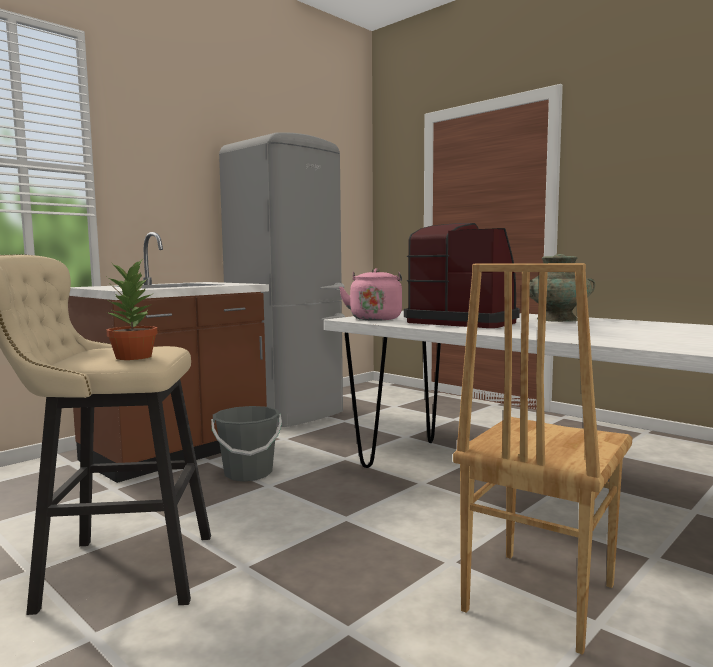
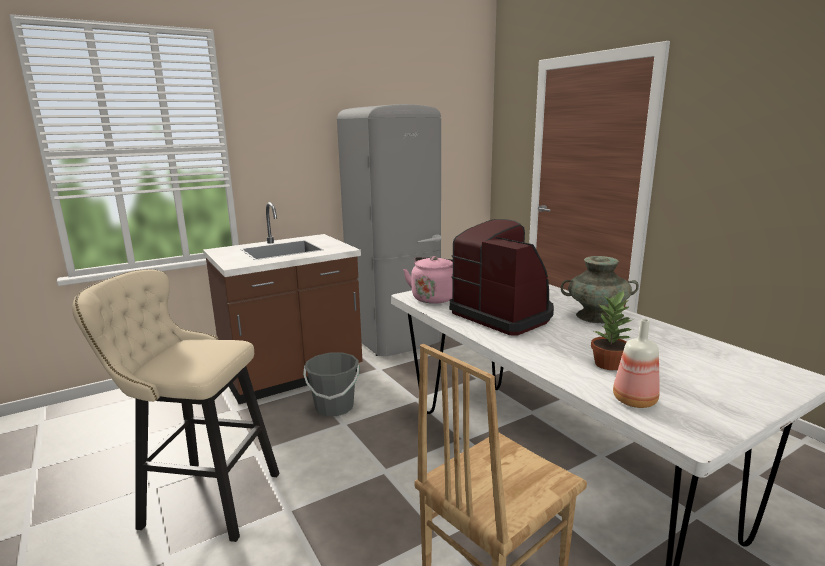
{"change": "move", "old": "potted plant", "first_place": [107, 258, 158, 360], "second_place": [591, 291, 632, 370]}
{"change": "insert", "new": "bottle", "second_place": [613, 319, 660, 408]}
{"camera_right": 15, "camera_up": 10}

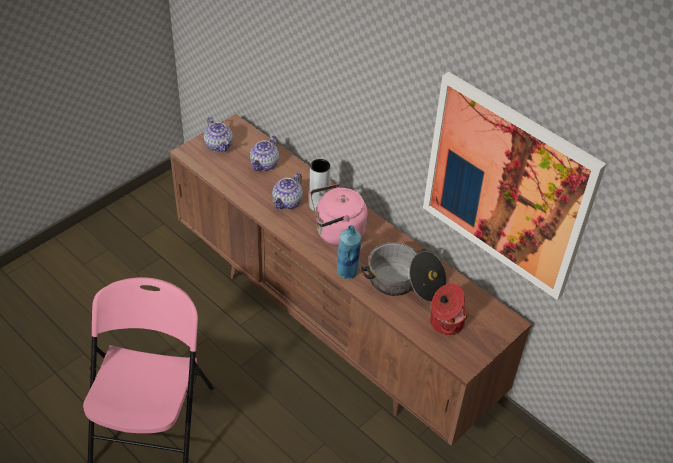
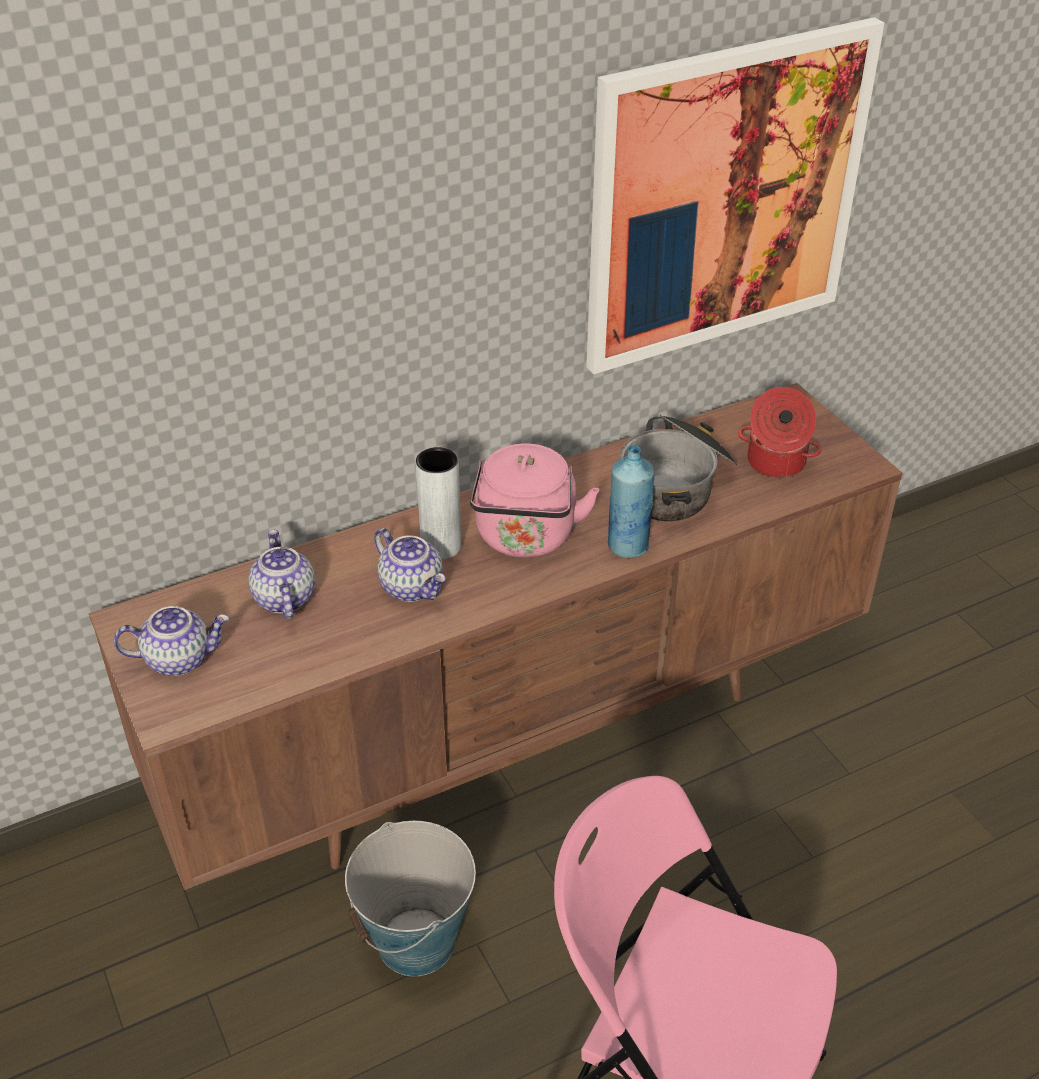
{"change": "rotate", "old": "teapot", "first_place": [250, 135, 279, 171], "second_place": [249, 529, 315, 620], "degrees": -150}
{"change": "insert", "new": "bucket", "second_place": [345, 821, 476, 976]}
{"camera_right": -70, "camera_up": -5}

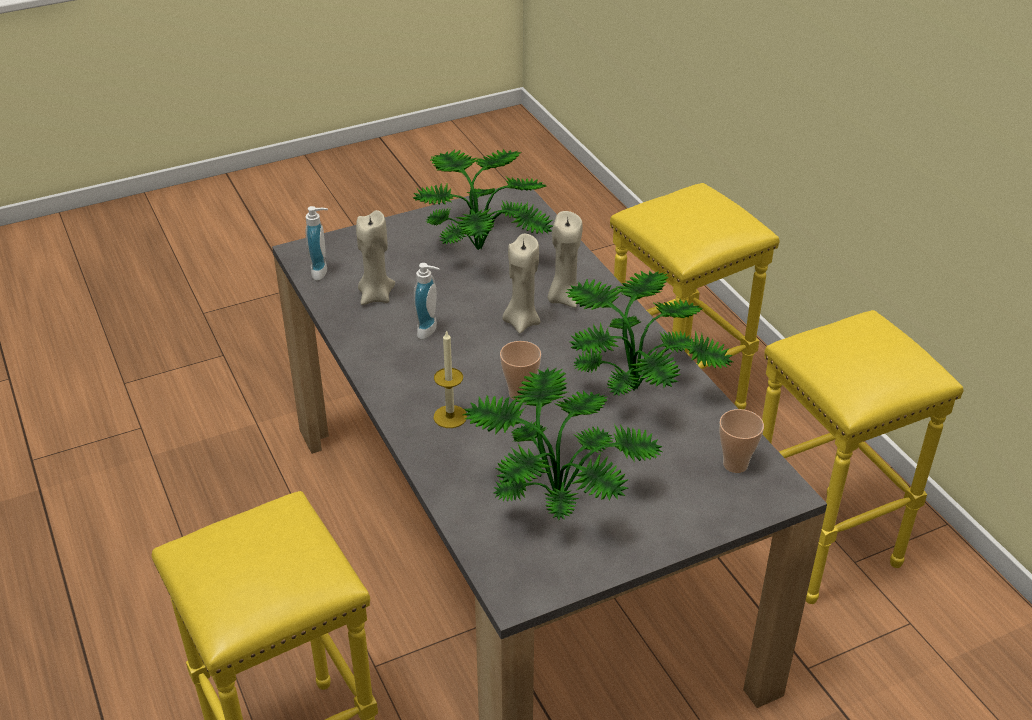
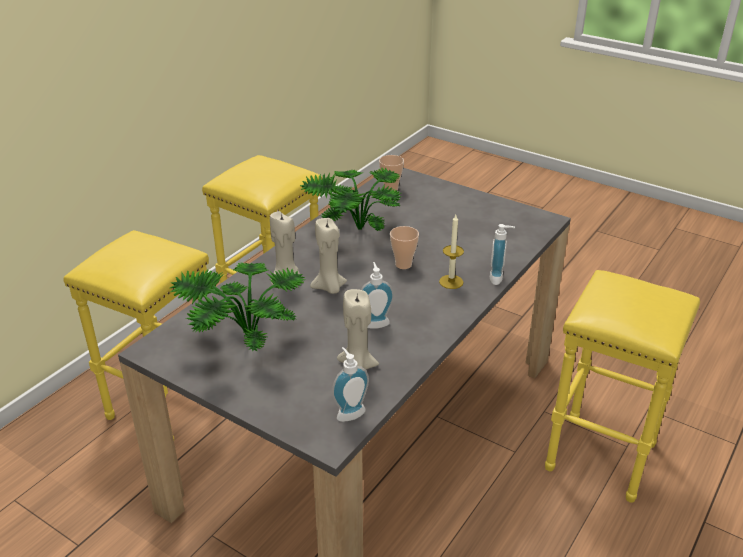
{"change": "insert", "new": "soap dispenser", "second_place": [490, 224, 515, 285]}
{"change": "delete", "old": "potted plant", "first_place": [463, 368, 663, 521]}
{"camera_right": -120, "camera_up": -5}

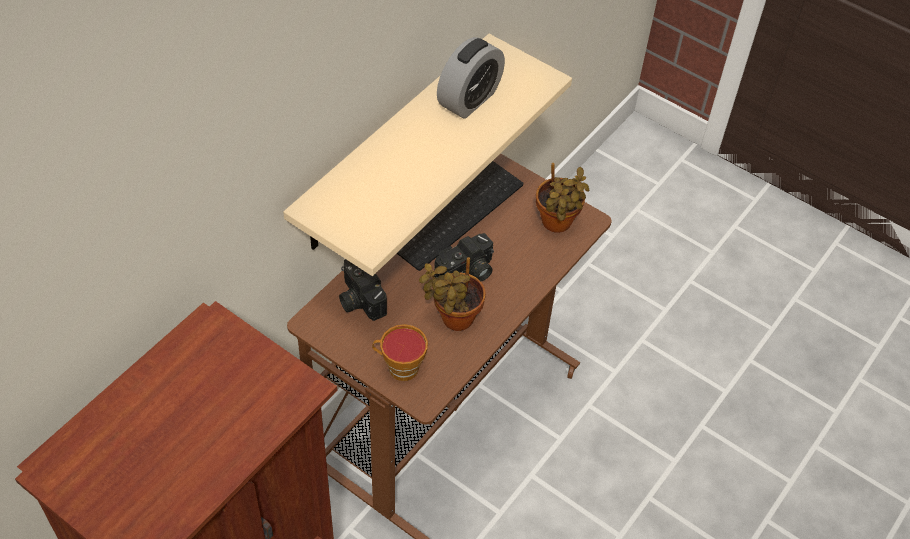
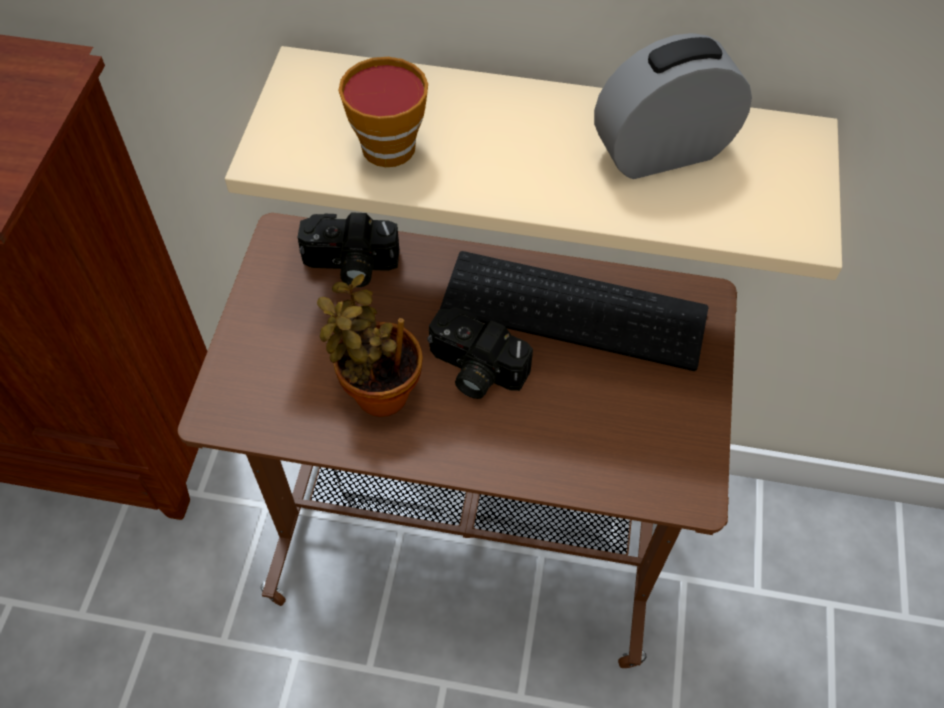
{"change": "rotate", "old": "photo camera", "first_place": [339, 259, 387, 321], "second_place": [297, 212, 399, 287], "degrees": -120}
{"change": "move", "old": "cup", "first_place": [372, 324, 428, 381], "second_place": [339, 57, 428, 167]}
{"change": "rotate", "old": "alarm clock", "first_place": [437, 37, 505, 118], "second_place": [594, 33, 752, 179], "degrees": 150}
{"change": "delete", "old": "potted plant", "first_place": [536, 163, 589, 233]}
{"camera_right": 65, "camera_up": 5}

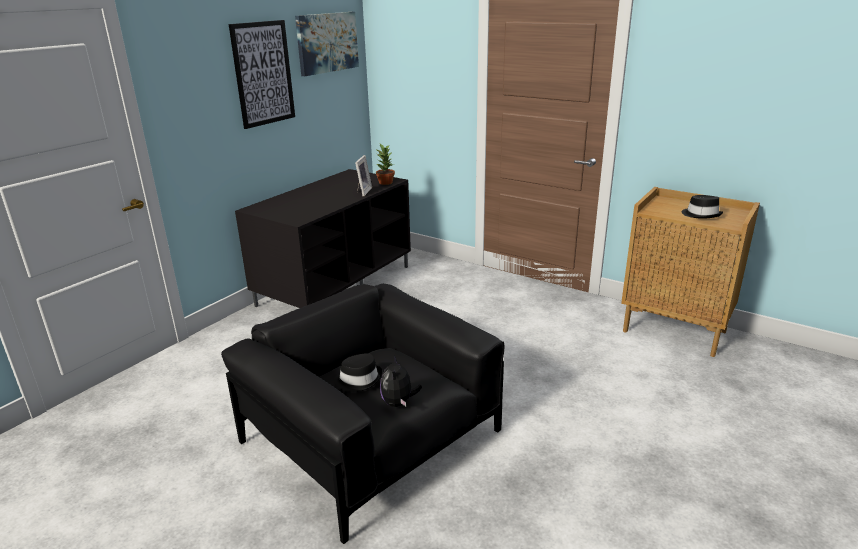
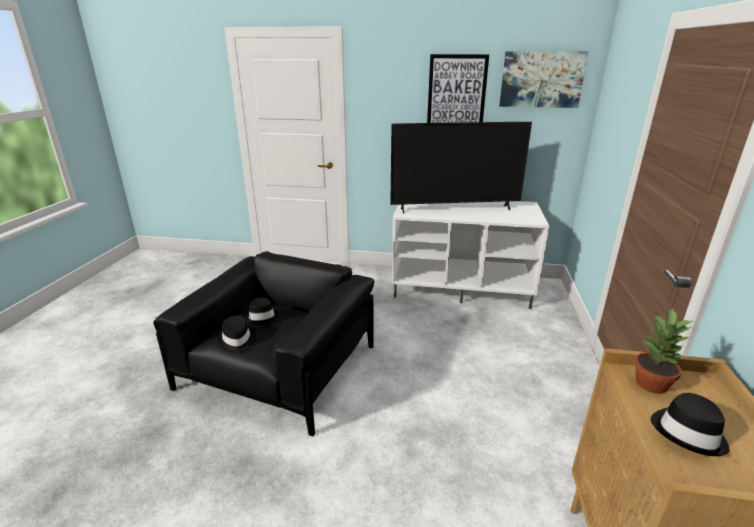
{"change": "replace", "old": "plush toy", "new": "black hat", "first_place": [380, 355, 422, 407], "second_place": [218, 316, 255, 353]}
{"change": "insert", "new": "television", "second_place": [390, 122, 532, 214]}
{"change": "recolor", "old": "black tv stand", "new": "white tv stand", "first_place": [235, 169, 411, 308], "second_place": [392, 201, 549, 309]}
{"change": "move", "old": "potted plant", "first_place": [376, 144, 395, 185], "second_place": [634, 308, 692, 394]}
{"change": "delete", "old": "picture frame", "first_place": [355, 155, 372, 196]}
{"camera_right": 65, "camera_up": 0}

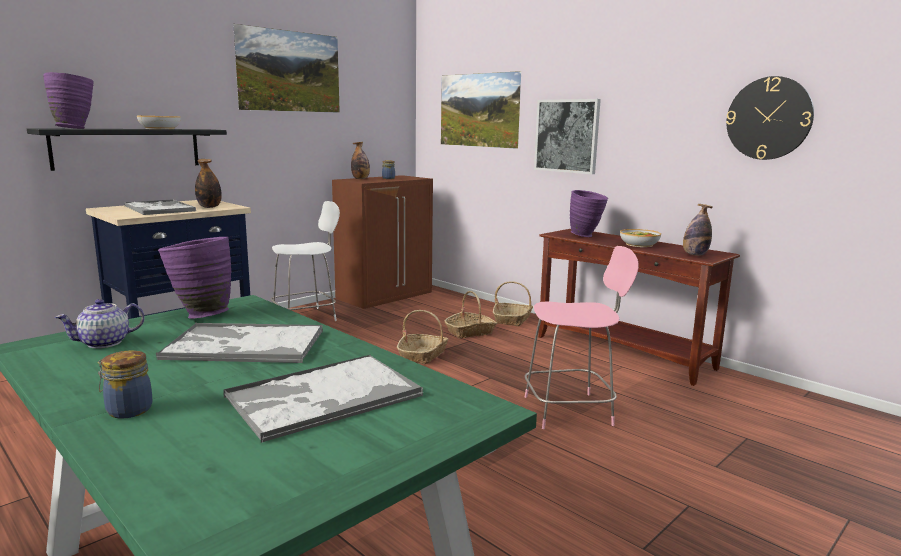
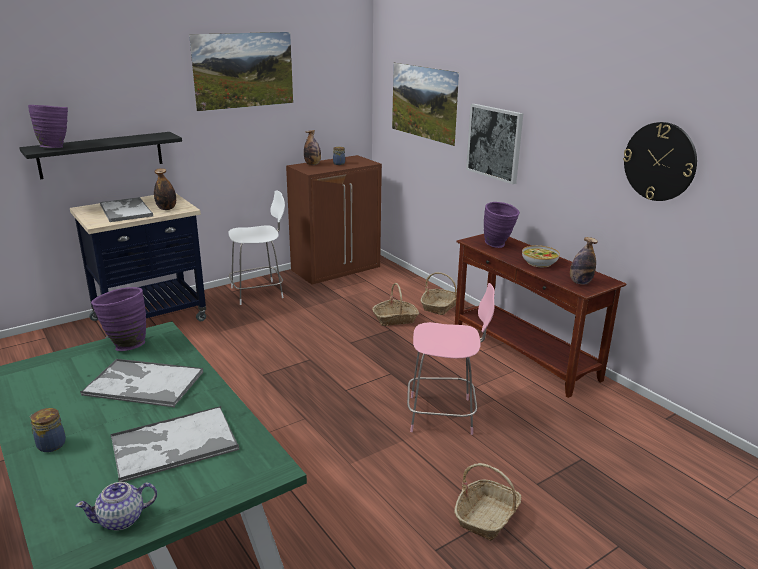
{"change": "move", "old": "teapot", "first_place": [55, 299, 145, 349], "second_place": [76, 482, 157, 531]}
{"change": "move", "old": "basket", "first_place": [397, 310, 449, 364], "second_place": [454, 463, 521, 541]}
{"change": "delete", "old": "bowl", "first_place": [137, 116, 181, 129]}
{"camera_right": 10, "camera_up": 10}

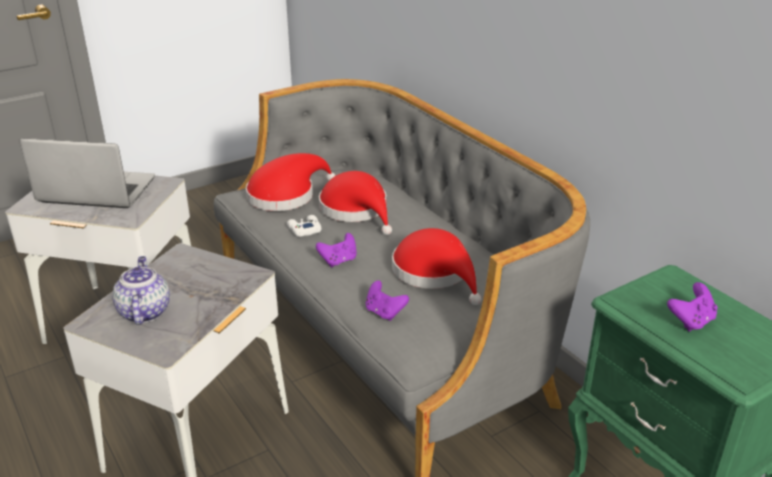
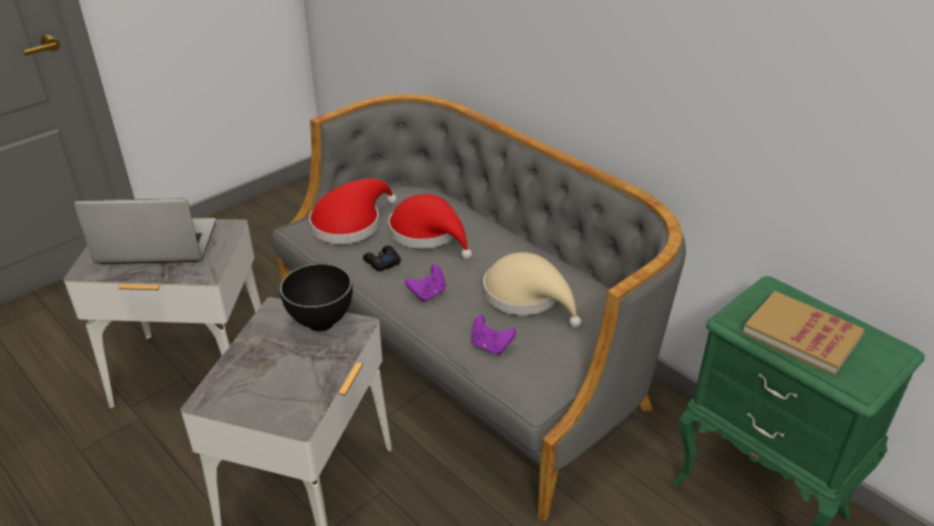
{"change": "insert", "new": "black bowl", "second_place": [280, 263, 353, 331]}
{"change": "recolor", "old": "white game controller", "new": "black game controller", "first_place": [287, 215, 322, 237], "second_place": [363, 245, 401, 271]}
{"change": "recolor", "old": "red hat", "new": "beige hat", "first_place": [392, 228, 481, 305], "second_place": [483, 252, 581, 328]}
{"change": "replace", "old": "purple game controller", "new": "book", "first_place": [667, 282, 718, 331], "second_place": [743, 291, 865, 376]}
{"change": "delete", "old": "teapot", "first_place": [112, 256, 170, 325]}
{"camera_right": -10, "camera_up": 5}

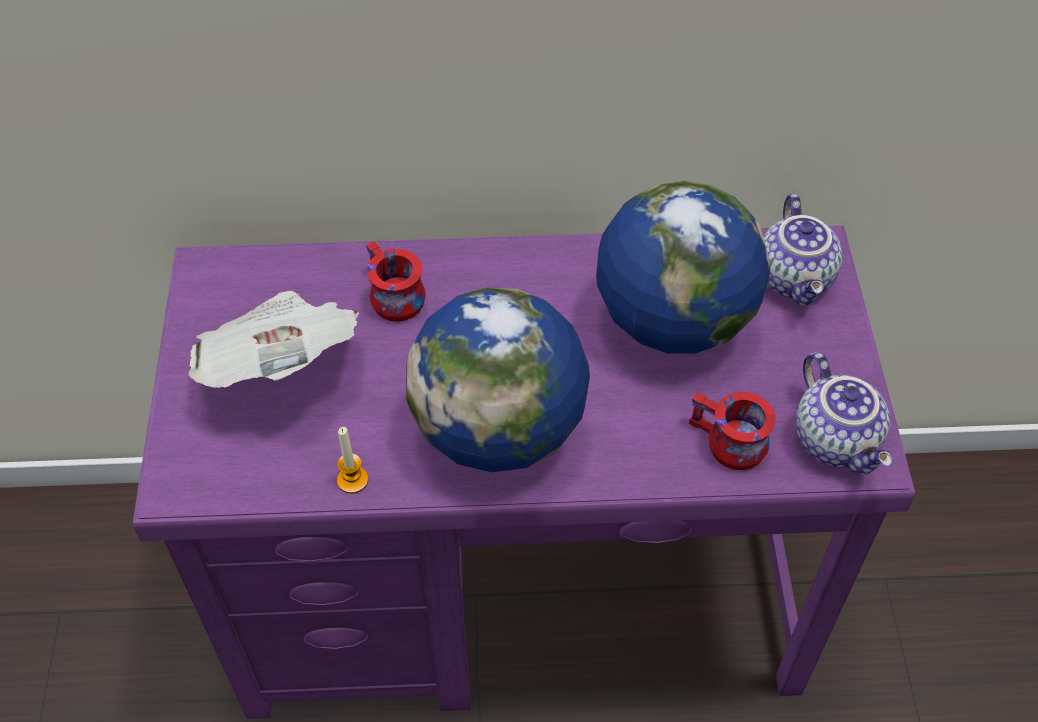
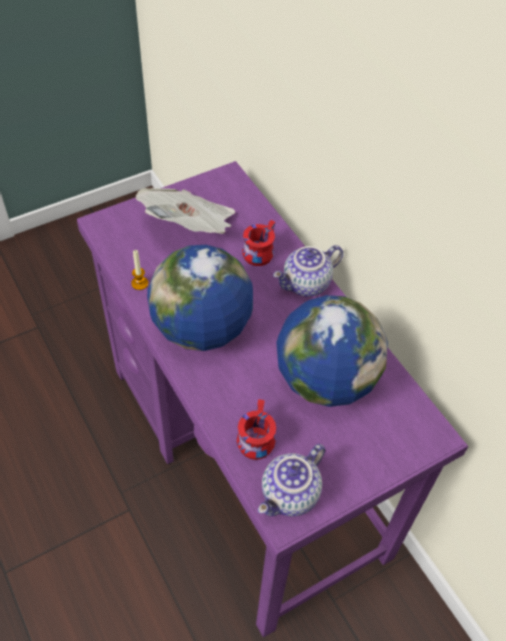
{"change": "move", "old": "teapot", "first_place": [764, 194, 842, 306], "second_place": [273, 245, 343, 297]}
{"camera_right": 60, "camera_up": 0}

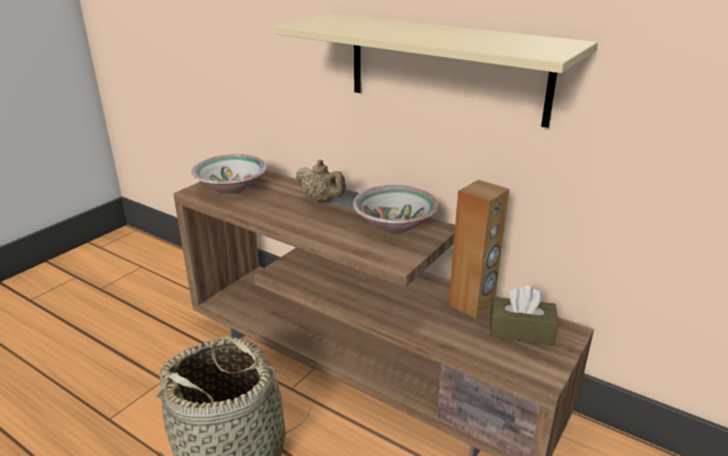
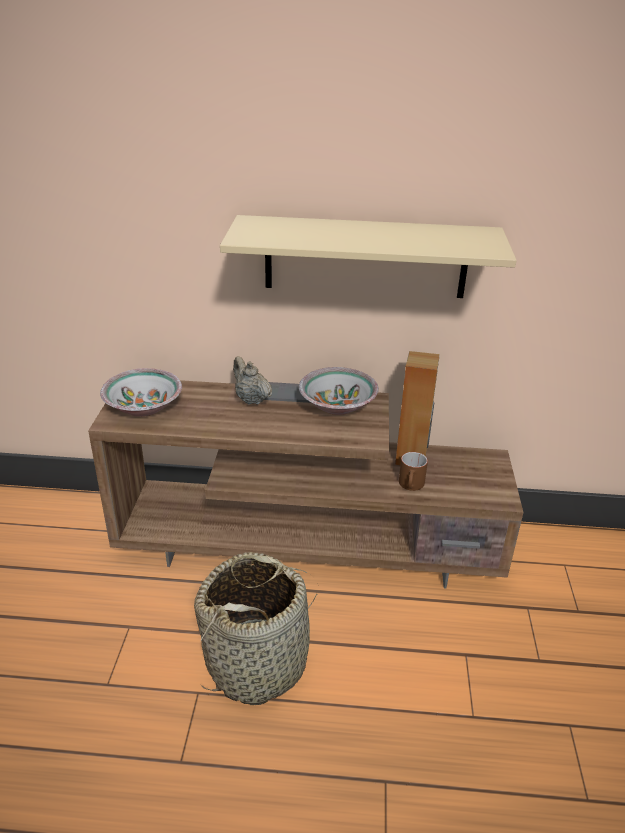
{"change": "rotate", "old": "beige teapot", "first_place": [296, 159, 346, 203], "second_place": [233, 356, 272, 405], "degrees": -135}
{"change": "insert", "new": "brown mug", "second_place": [399, 452, 428, 491]}
{"change": "delete", "old": "brown tissue box", "first_place": [490, 286, 558, 345]}
{"camera_right": -30, "camera_up": 5}

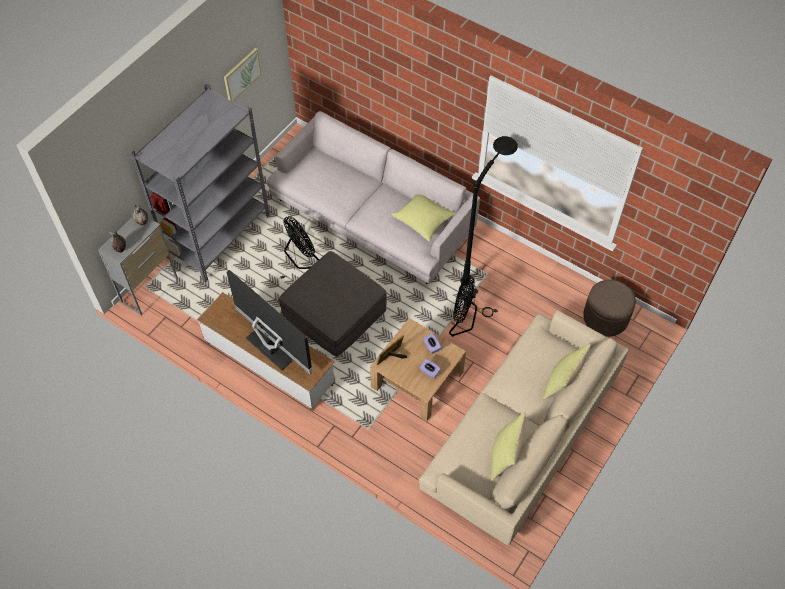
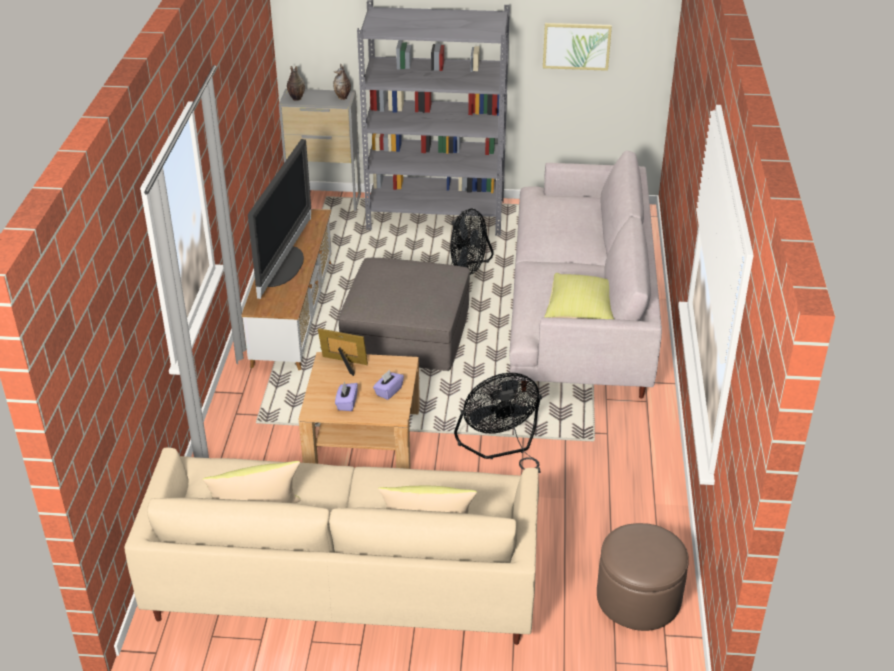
{"change": "delete", "old": "black floor lamp", "first_place": [460, 136, 518, 285]}
{"camera_right": 60, "camera_up": -20}

